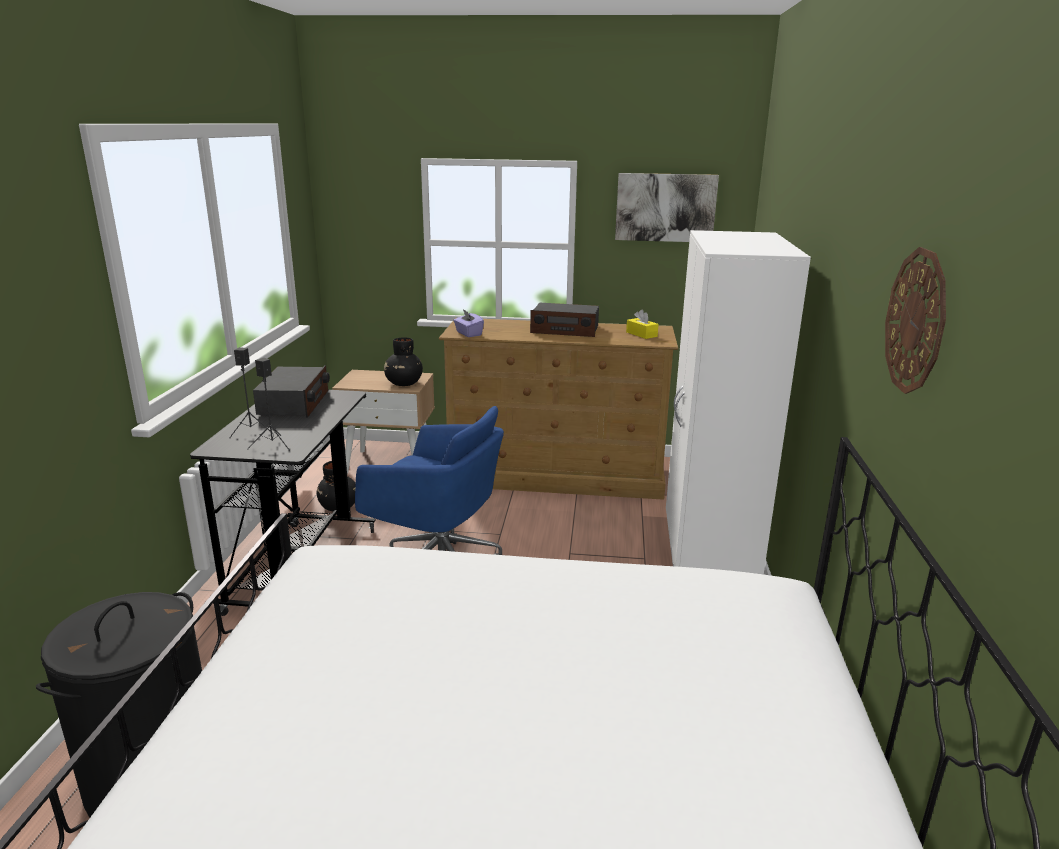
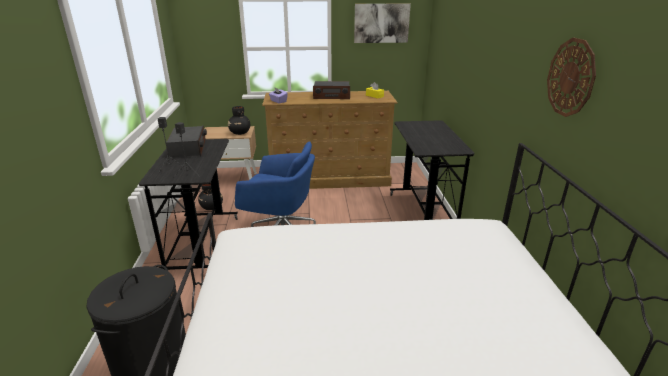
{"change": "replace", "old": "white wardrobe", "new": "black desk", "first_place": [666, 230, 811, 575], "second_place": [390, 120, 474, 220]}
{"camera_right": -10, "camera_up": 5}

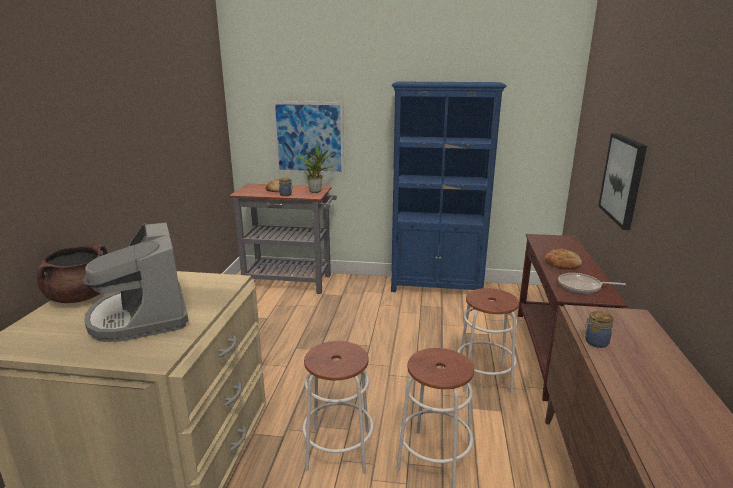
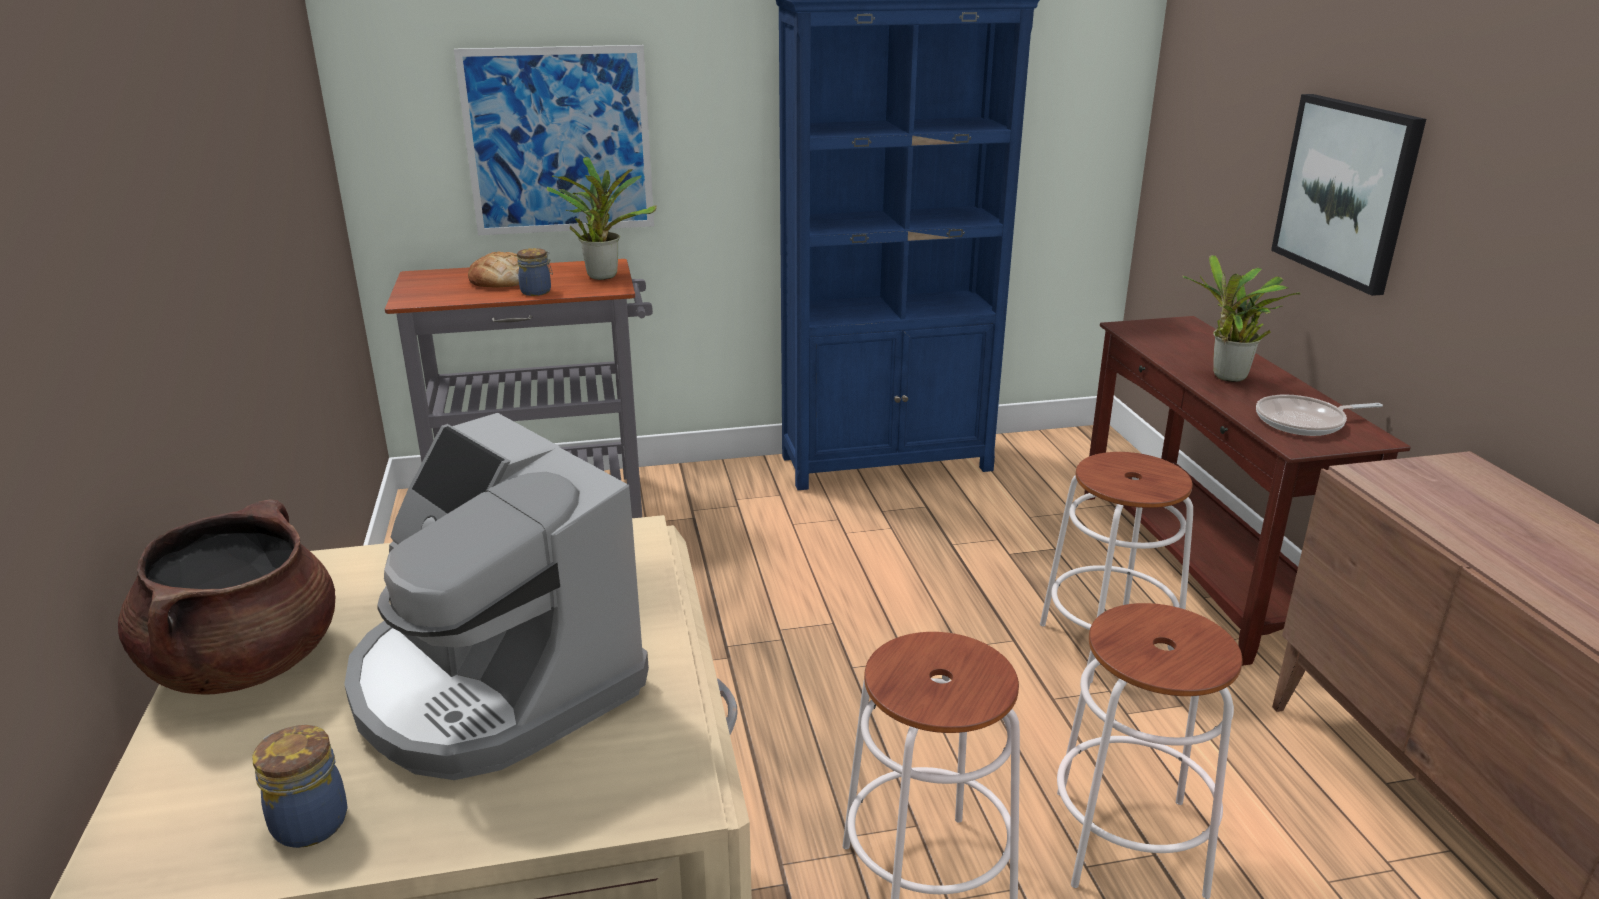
{"change": "move", "old": "jar", "first_place": [585, 311, 614, 348], "second_place": [252, 725, 348, 848]}
{"change": "replace", "old": "bread", "new": "potted plant", "first_place": [545, 249, 582, 270], "second_place": [1182, 255, 1301, 382]}
{"camera_right": -20, "camera_up": 5}

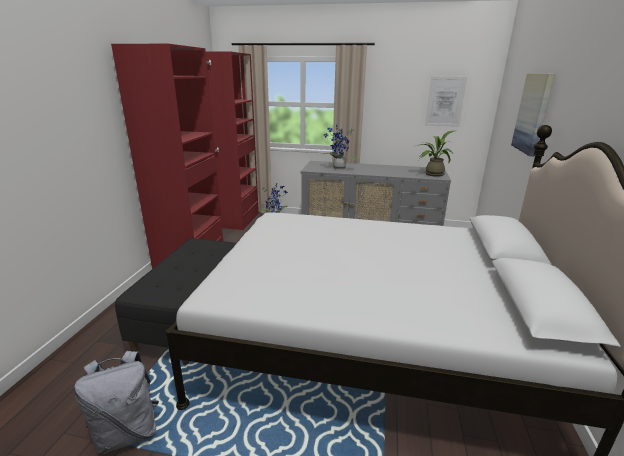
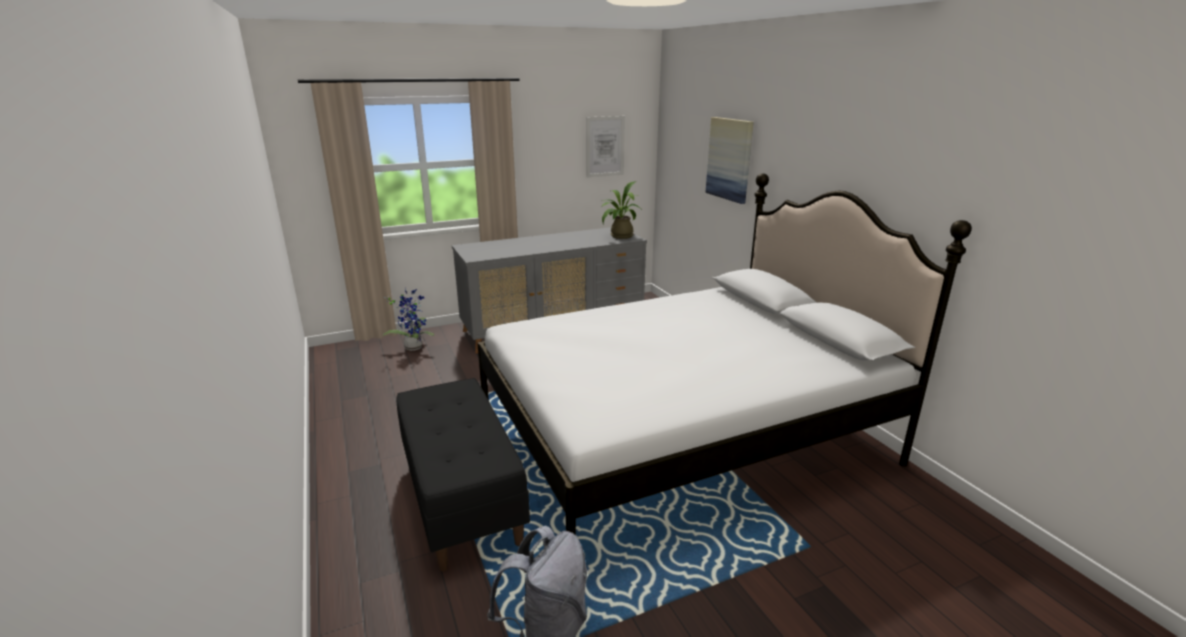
{"change": "delete", "old": "red wardrobe", "first_place": [111, 44, 259, 269]}
{"change": "delete", "old": "potted plant", "first_place": [323, 125, 358, 169]}
{"camera_right": -35, "camera_up": 0}

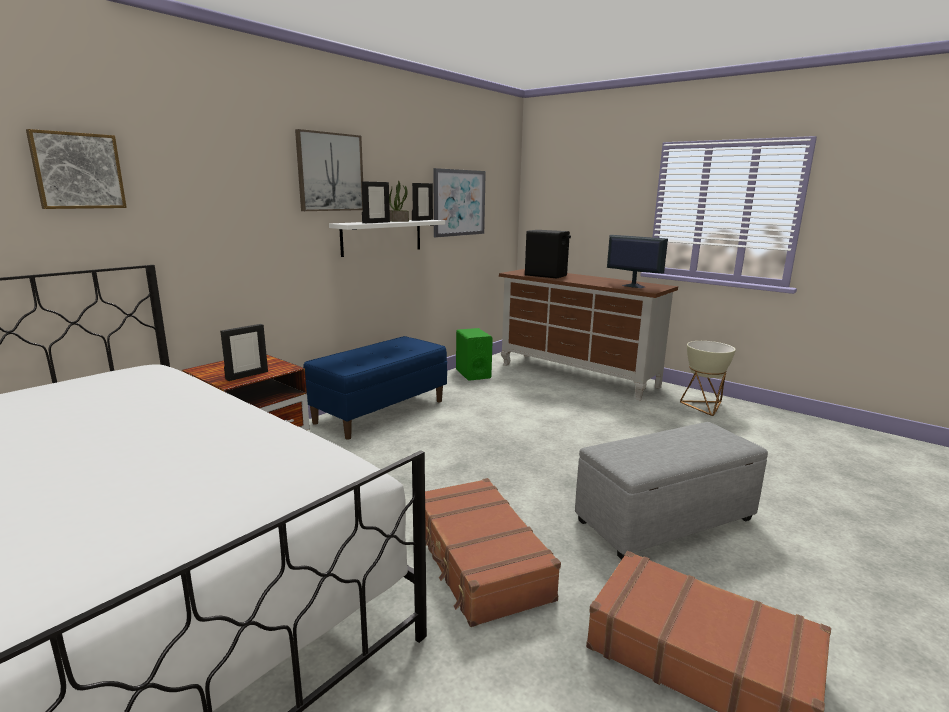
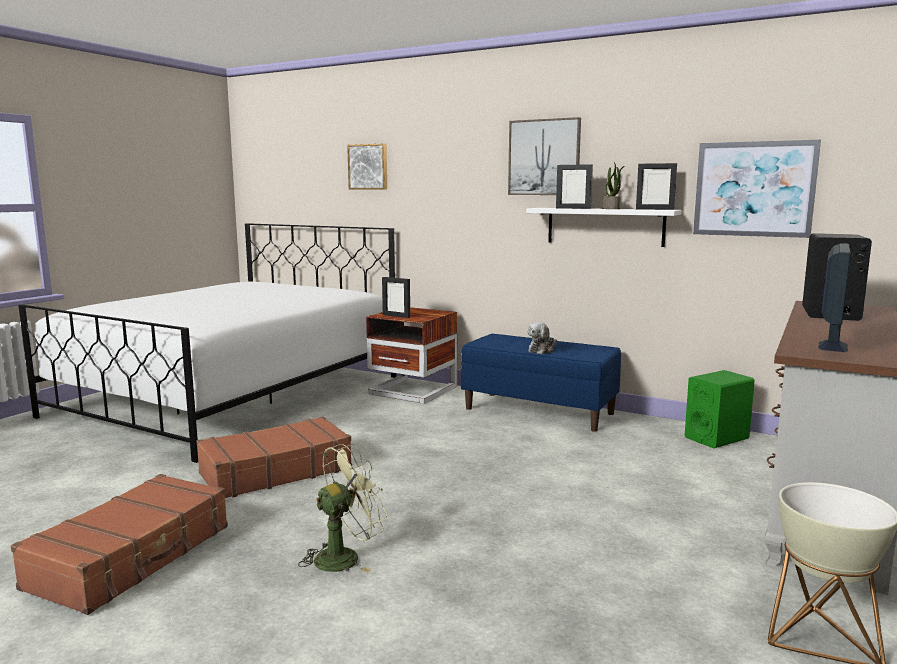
{"change": "replace", "old": "grey ottoman", "new": "green fan", "first_place": [575, 422, 768, 560], "second_place": [298, 444, 388, 573]}
{"change": "insert", "new": "plush toy", "second_place": [528, 322, 557, 354]}
{"camera_right": 80, "camera_up": -5}

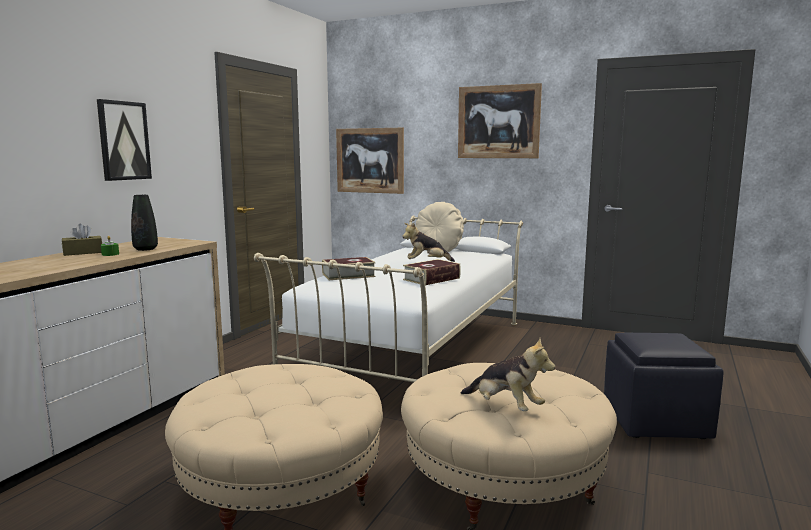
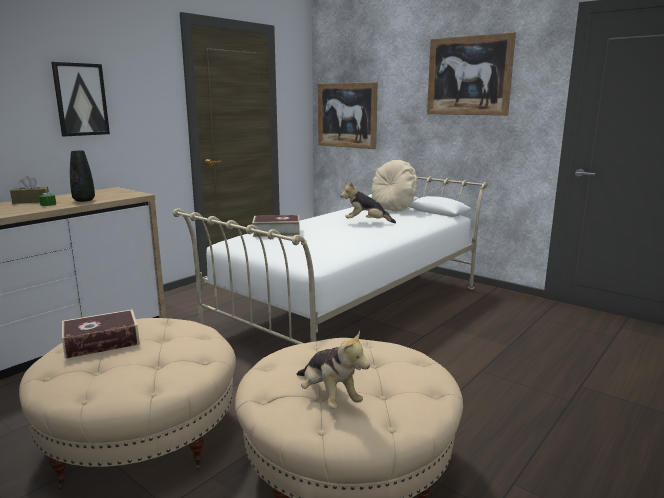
{"change": "move", "old": "book", "first_place": [403, 259, 461, 285], "second_place": [62, 309, 140, 359]}
{"change": "delete", "old": "black ottoman", "first_place": [604, 333, 723, 439]}
{"camera_right": 15, "camera_up": 5}

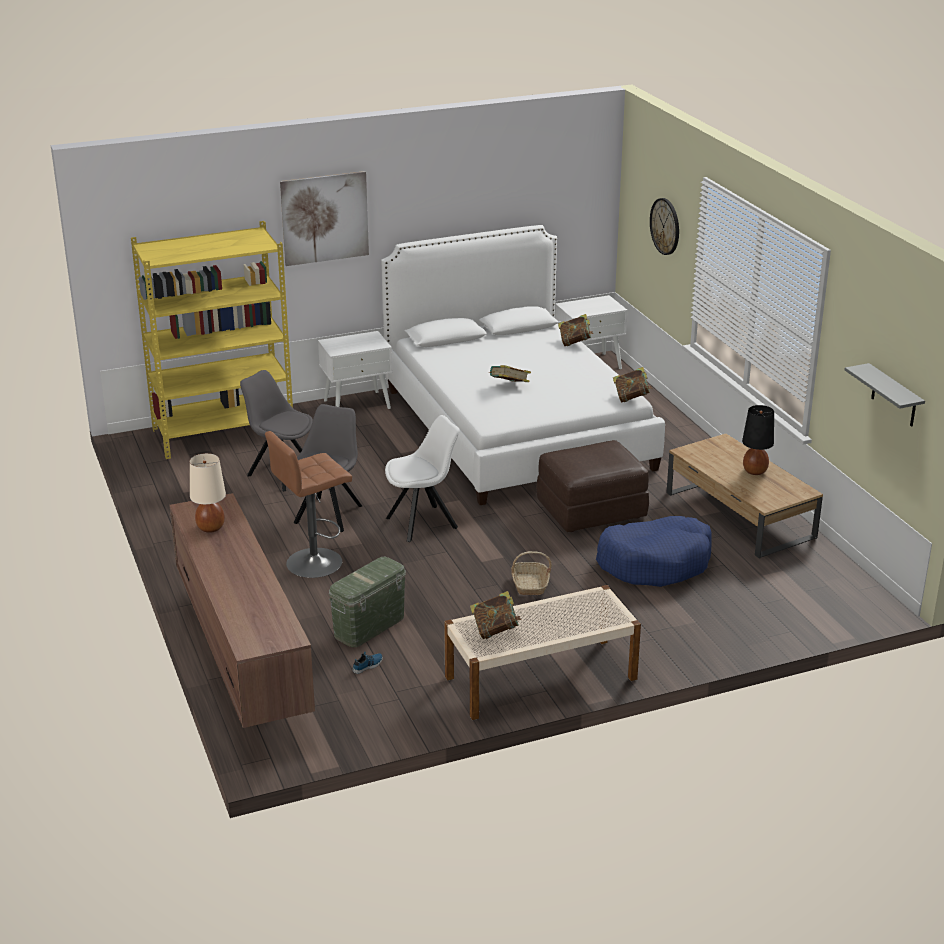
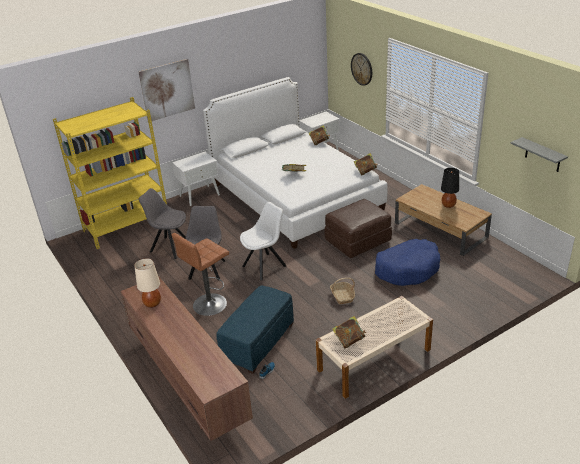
{"change": "replace", "old": "green storage box", "new": "blue ottoman", "first_place": [329, 557, 406, 647], "second_place": [216, 286, 294, 374]}
{"camera_right": -10, "camera_up": 5}

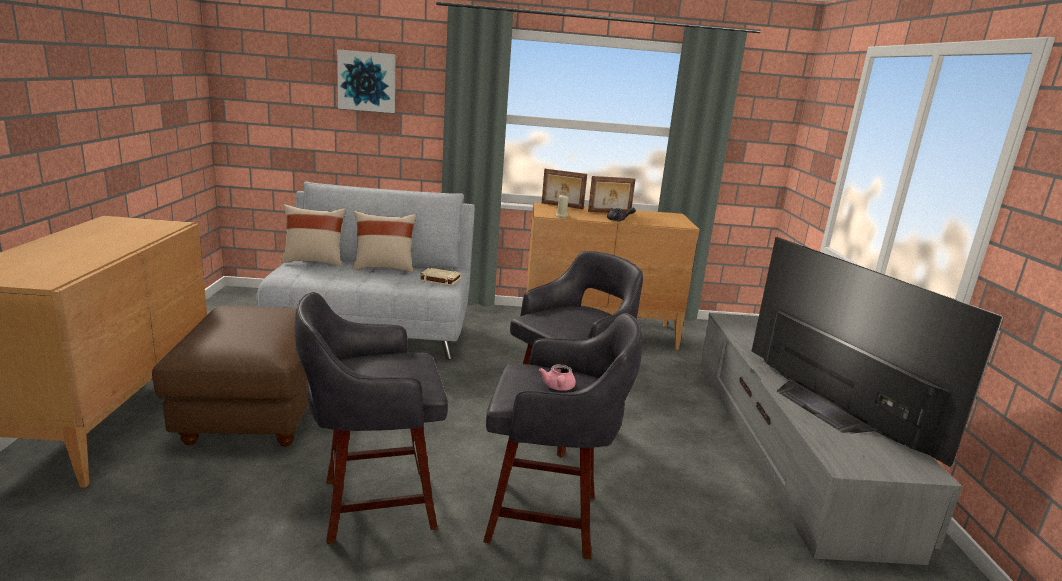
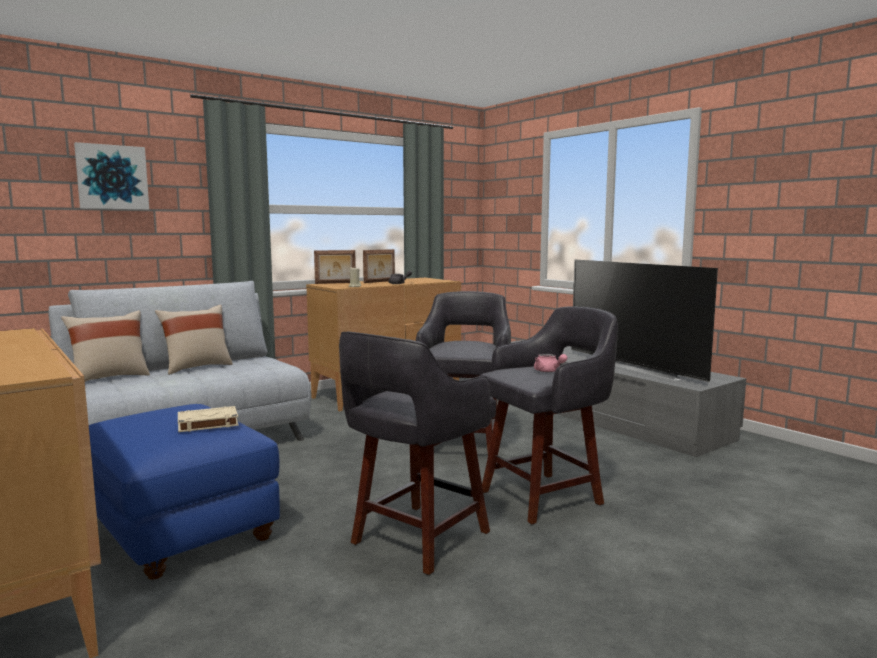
{"change": "recolor", "old": "brown ottoman", "new": "blue ottoman", "first_place": [152, 306, 308, 447], "second_place": [89, 404, 280, 580]}
{"change": "move", "old": "beige book", "first_place": [419, 268, 462, 286], "second_place": [178, 406, 239, 432]}
{"change": "rotate", "old": "television", "first_place": [751, 237, 1004, 467], "second_place": [571, 260, 718, 382], "degrees": -150}
{"camera_right": -35, "camera_up": -10}

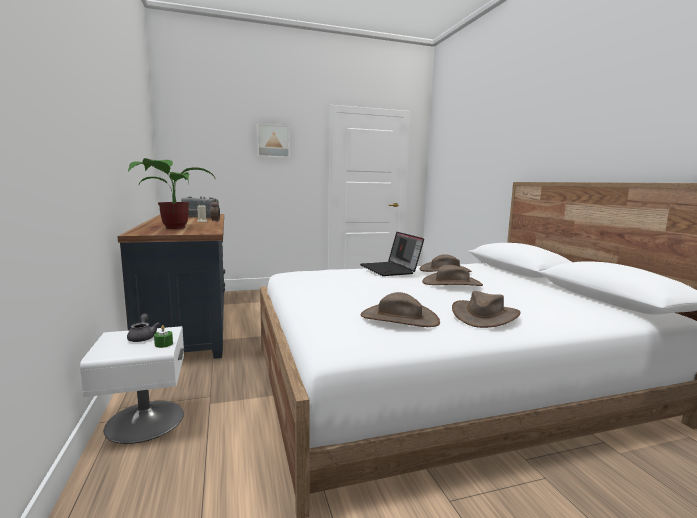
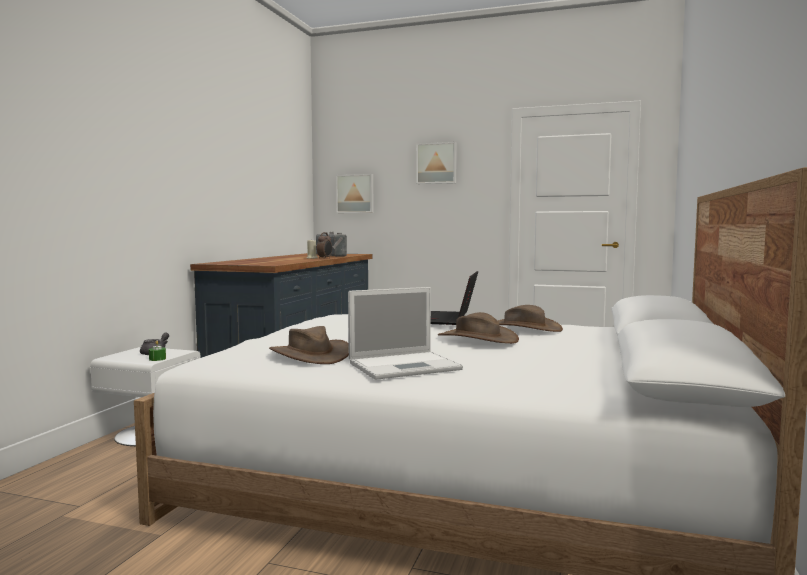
{"change": "insert", "new": "picture", "second_place": [336, 174, 373, 213]}
{"change": "replace", "old": "brown hat", "new": "laptop", "first_place": [452, 291, 521, 328], "second_place": [348, 287, 463, 380]}
{"change": "delete", "old": "potted plant", "first_place": [128, 158, 215, 229]}
{"camera_right": 35, "camera_up": -5}

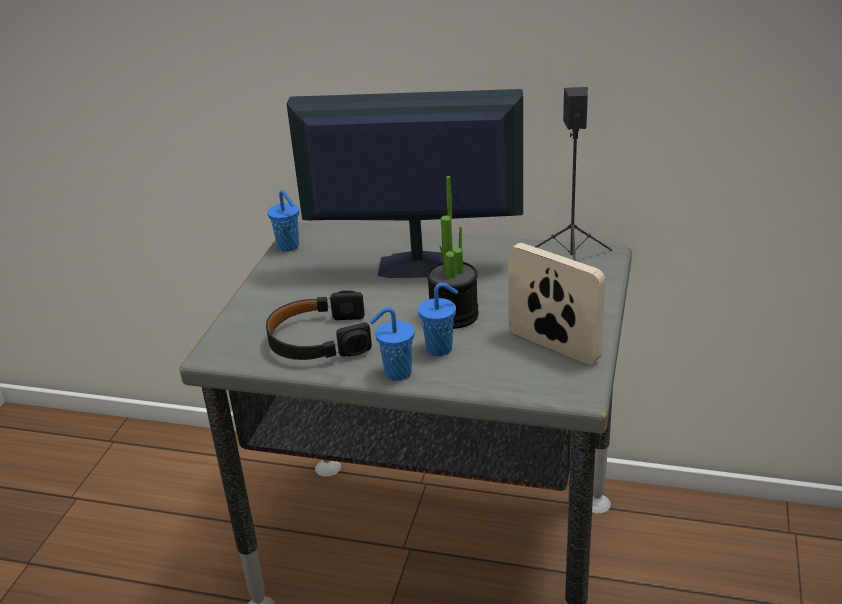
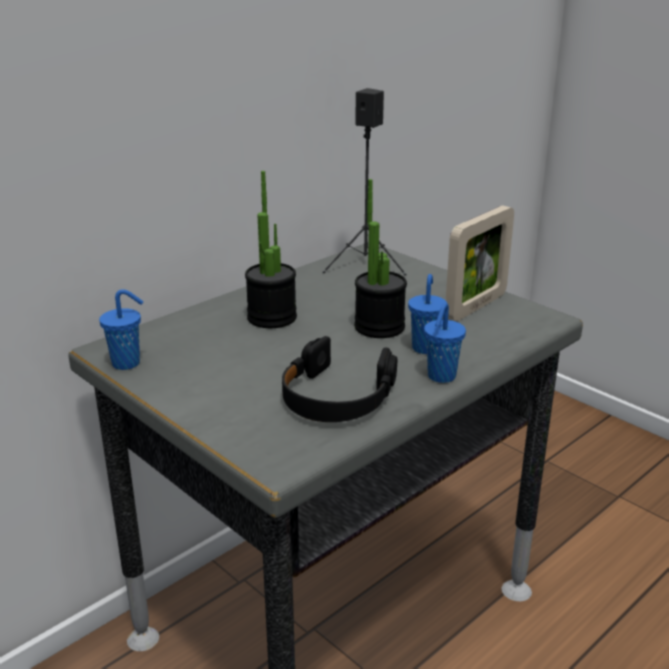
{"change": "replace", "old": "monitor", "new": "potted plant", "first_place": [287, 89, 523, 278], "second_place": [245, 171, 297, 328]}
{"change": "rotate", "old": "picture frame", "first_place": [508, 243, 605, 364], "second_place": [446, 205, 514, 321], "degrees": 150}
{"camera_right": -60, "camera_up": -5}

